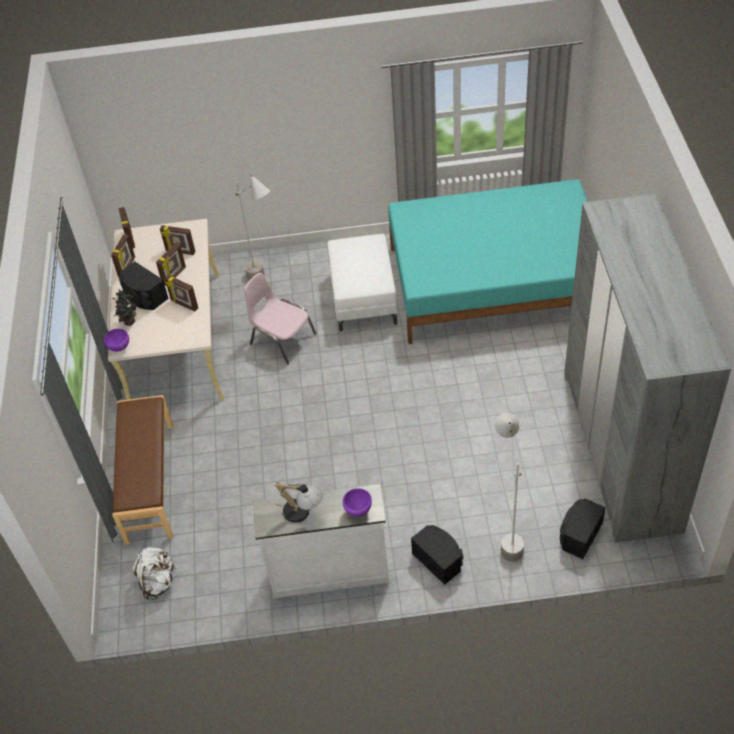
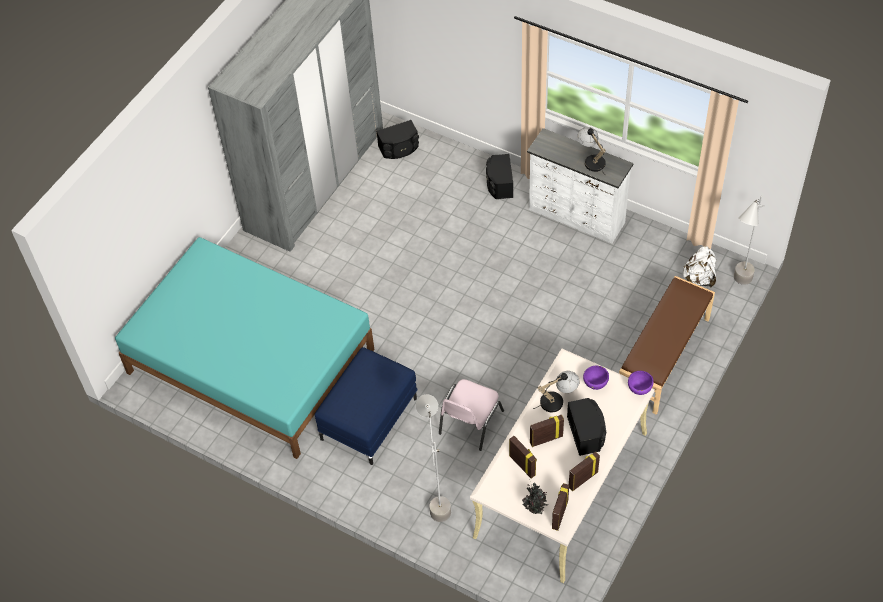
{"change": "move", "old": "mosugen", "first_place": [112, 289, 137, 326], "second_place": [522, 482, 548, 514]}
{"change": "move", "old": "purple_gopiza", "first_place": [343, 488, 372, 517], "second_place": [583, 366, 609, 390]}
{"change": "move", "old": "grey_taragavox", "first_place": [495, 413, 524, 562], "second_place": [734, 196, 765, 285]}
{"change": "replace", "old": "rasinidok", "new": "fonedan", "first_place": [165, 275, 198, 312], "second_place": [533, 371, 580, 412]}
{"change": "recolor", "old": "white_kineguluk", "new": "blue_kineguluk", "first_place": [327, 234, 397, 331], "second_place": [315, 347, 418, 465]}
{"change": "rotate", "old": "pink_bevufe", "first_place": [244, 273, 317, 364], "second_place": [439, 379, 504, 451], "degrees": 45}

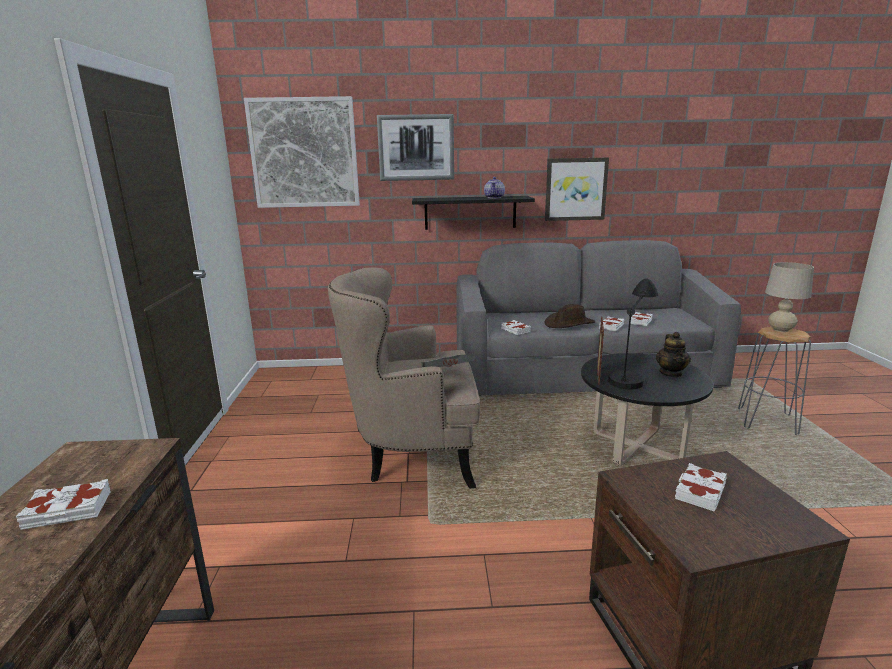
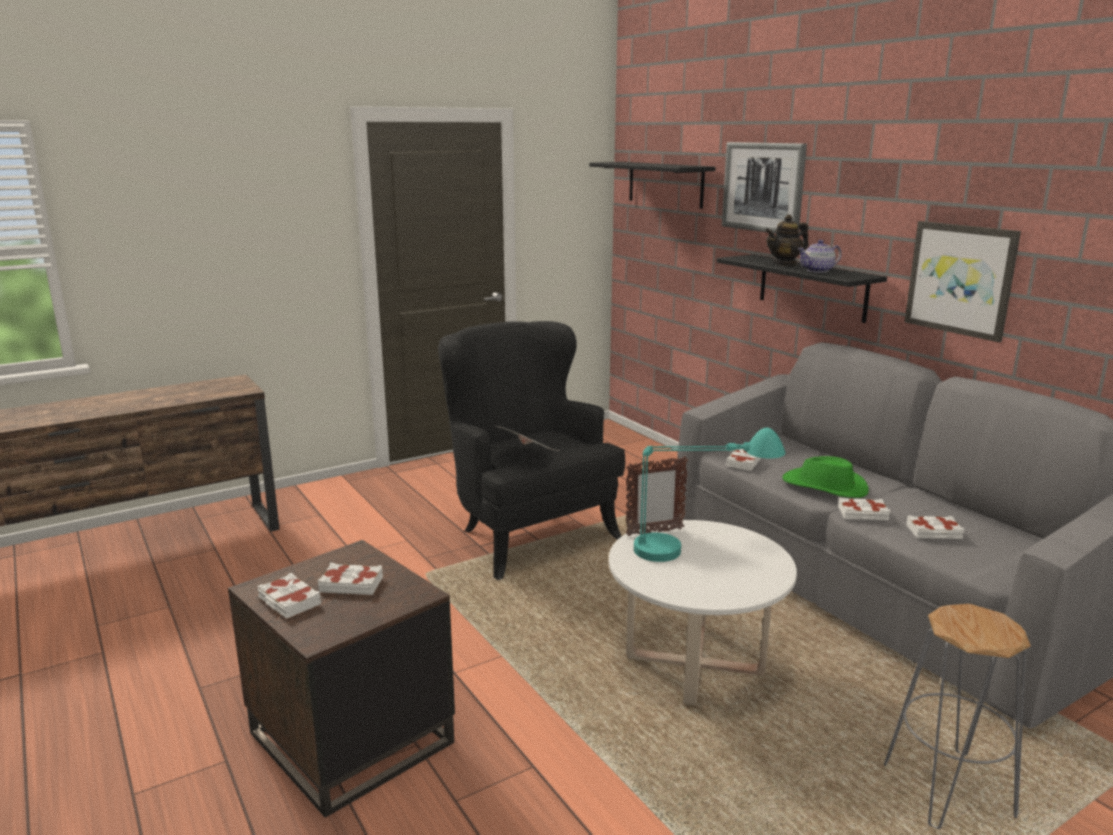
{"change": "delete", "old": "beige_fonedan", "first_place": [765, 262, 814, 332]}
{"change": "move", "old": "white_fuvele", "first_place": [16, 479, 111, 530], "second_place": [257, 573, 321, 619]}
{"change": "move", "old": "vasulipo", "first_place": [656, 332, 691, 378], "second_place": [765, 214, 809, 266]}
{"change": "replace", "old": "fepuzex", "new": "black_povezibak", "first_place": [244, 96, 360, 208], "second_place": [589, 162, 716, 209]}
{"change": "recolor", "old": "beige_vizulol", "new": "black_vizulol", "first_place": [328, 267, 480, 489], "second_place": [438, 321, 625, 580]}
{"change": "recolor", "old": "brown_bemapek", "new": "green_bemapek", "first_place": [544, 304, 595, 328], "second_place": [782, 456, 869, 498]}
{"change": "recolor", "old": "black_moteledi", "new": "white_moteledi", "first_place": [581, 353, 713, 466], "second_place": [609, 520, 797, 706]}
{"change": "recolor", "old": "black_fonedan", "new": "turquoise_fonedan", "first_place": [608, 278, 658, 389], "second_place": [634, 428, 786, 562]}

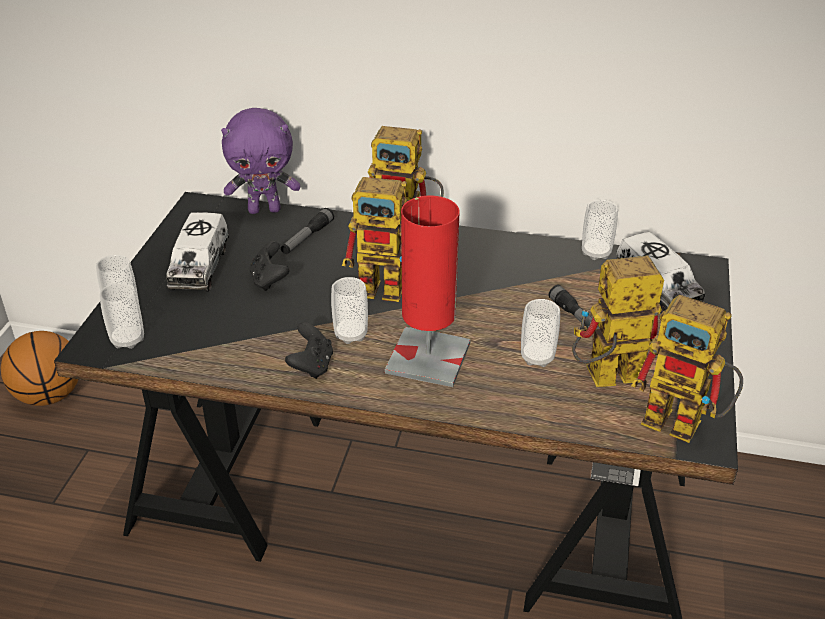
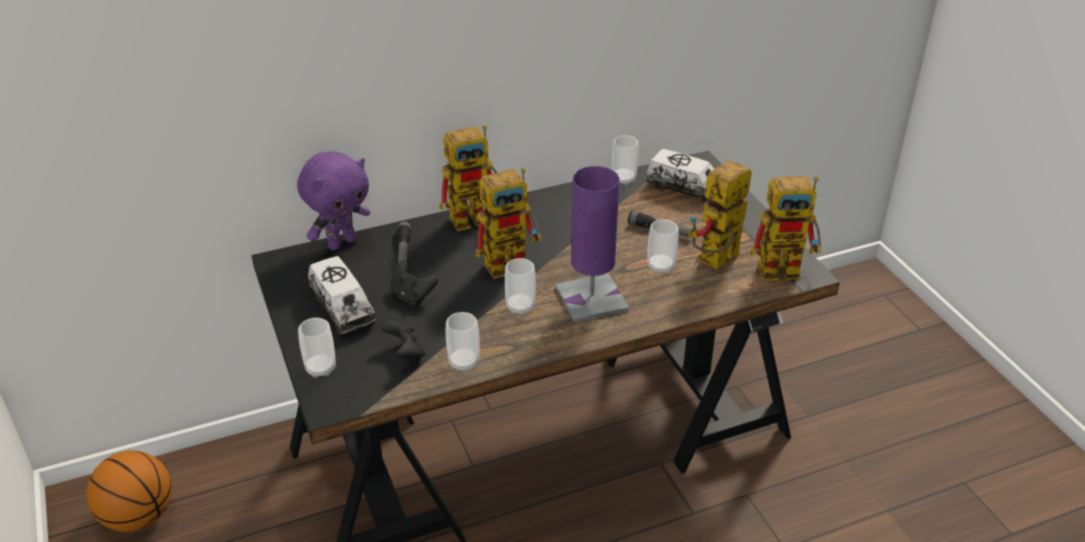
{"change": "move", "old": "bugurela", "first_place": [99, 282, 144, 349], "second_place": [446, 312, 479, 372]}
{"change": "move", "old": "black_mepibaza", "first_place": [285, 322, 333, 379], "second_place": [381, 321, 426, 361]}
{"change": "recolor", "old": "red_fonedan", "new": "purple_fonedan", "first_place": [385, 196, 471, 387], "second_place": [555, 166, 629, 323]}

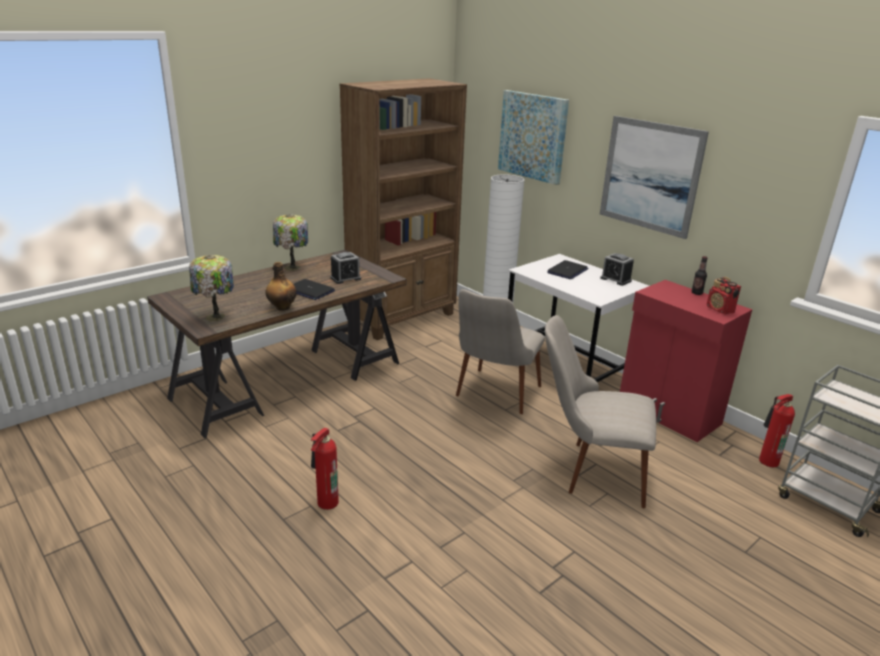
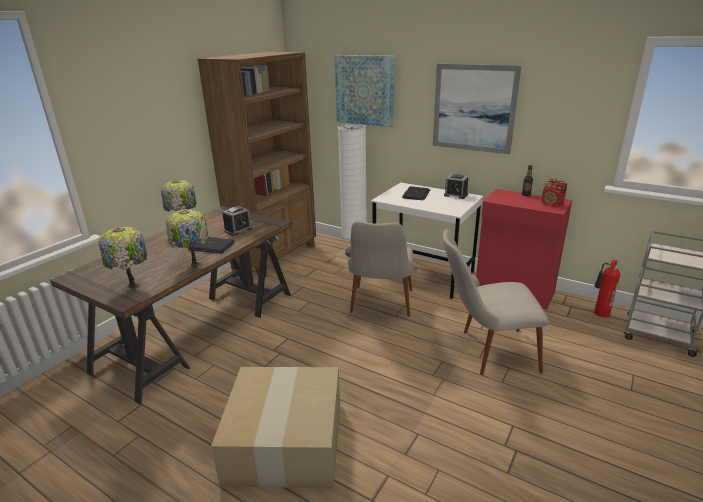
{"change": "replace", "old": "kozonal", "new": "fonedan", "first_place": [266, 262, 297, 311], "second_place": [166, 210, 209, 269]}
{"change": "replace", "old": "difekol", "new": "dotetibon", "first_place": [311, 428, 339, 510], "second_place": [211, 367, 340, 488]}

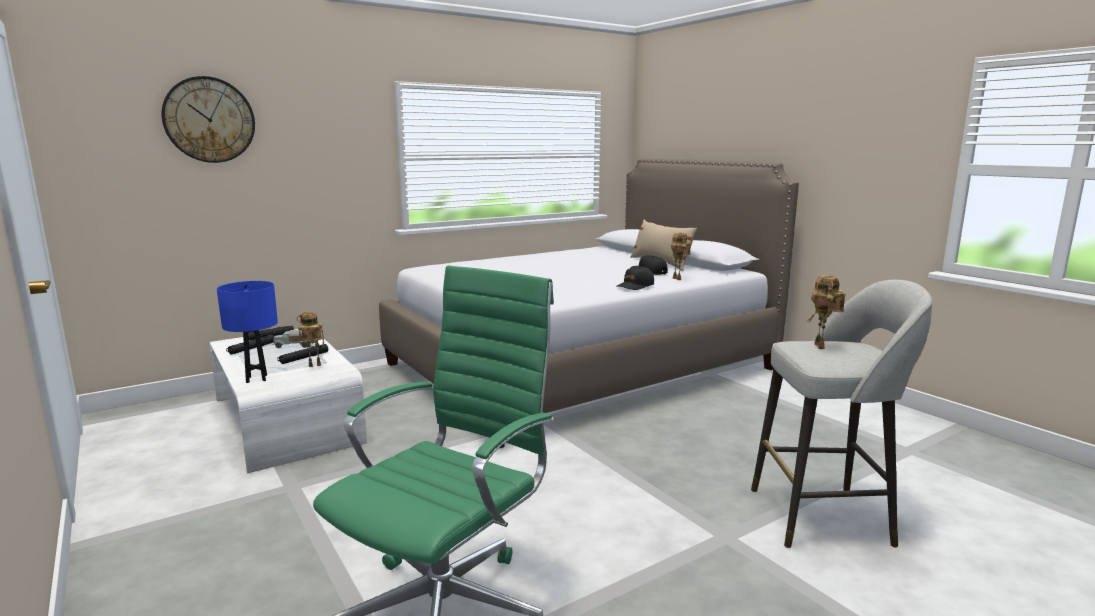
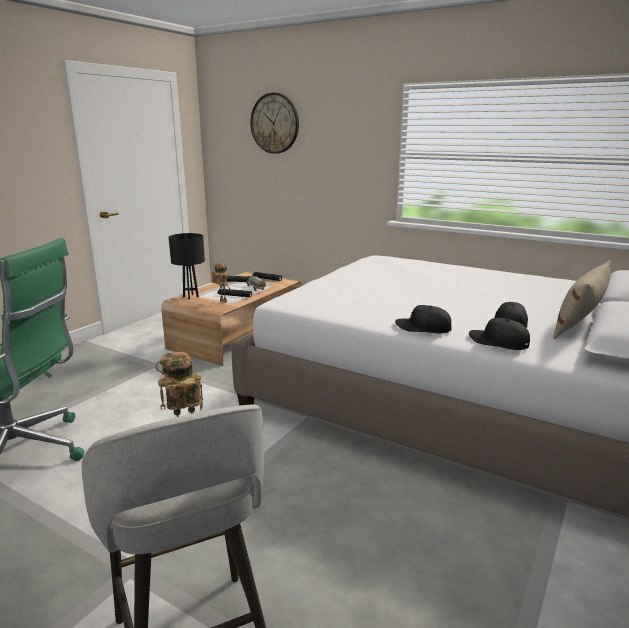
{"change": "replace", "old": "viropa", "new": "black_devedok", "first_place": [667, 233, 691, 280], "second_place": [469, 317, 530, 350]}
{"change": "recolor", "old": "white_moteledi", "new": "brown_moteledi", "first_place": [209, 329, 367, 473], "second_place": [161, 272, 303, 366]}
{"change": "recolor", "old": "blue_fonedan", "new": "black_fonedan", "first_place": [217, 281, 278, 383], "second_place": [169, 233, 205, 299]}

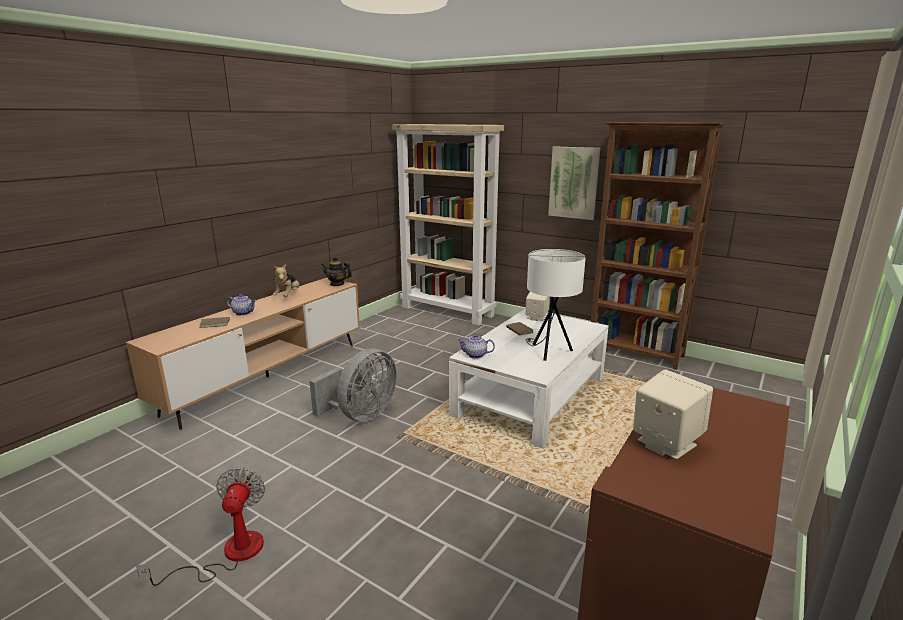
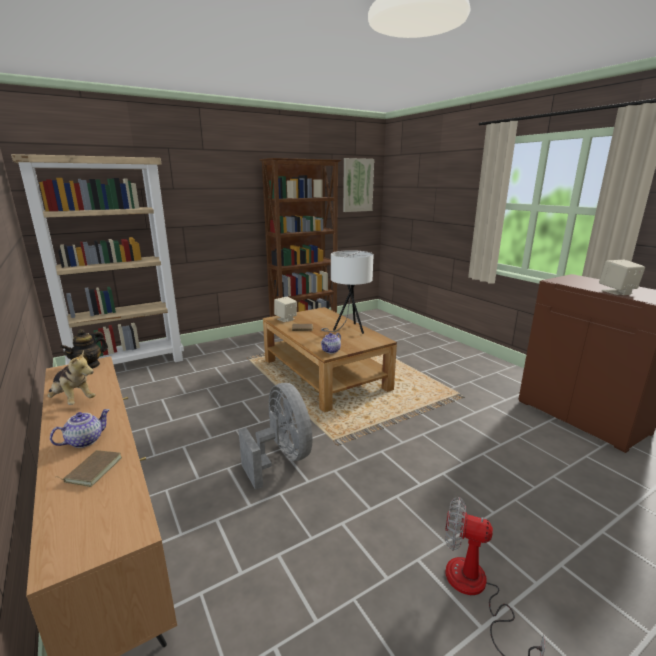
{"change": "move", "old": "fepuzex", "first_place": [548, 146, 600, 220], "second_place": [343, 158, 374, 212]}
{"change": "recolor", "old": "white_moteledi", "new": "brown_moteledi", "first_place": [449, 309, 609, 449], "second_place": [263, 307, 397, 413]}

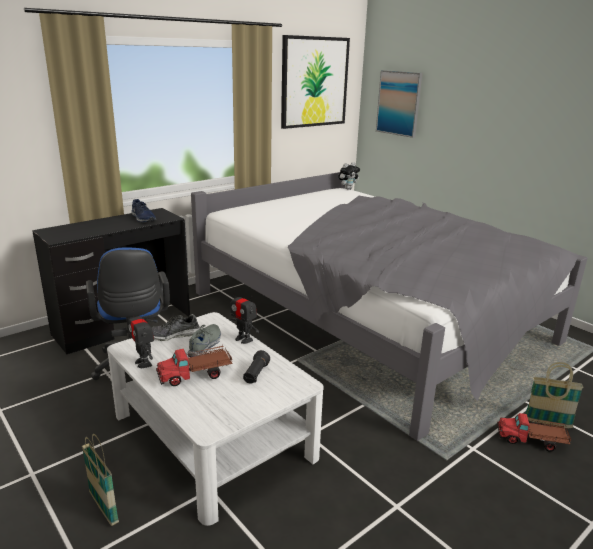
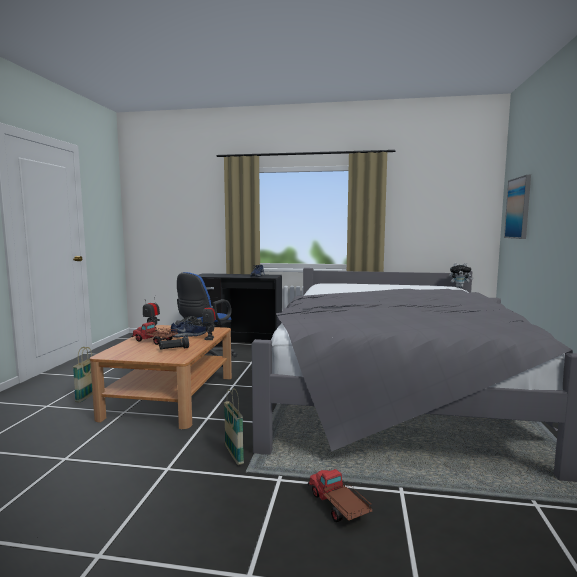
{"change": "delete", "old": "fepuzex", "first_place": [281, 35, 350, 129]}
{"change": "move", "old": "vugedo", "first_place": [525, 362, 584, 428], "second_place": [224, 388, 244, 465]}
{"change": "recolor", "old": "white_moteledi", "new": "brown_moteledi", "first_place": [107, 312, 324, 526], "second_place": [90, 325, 232, 429]}
{"change": "recolor", "old": "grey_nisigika", "new": "blue_nisigika", "first_place": [188, 324, 221, 357], "second_place": [170, 321, 207, 337]}

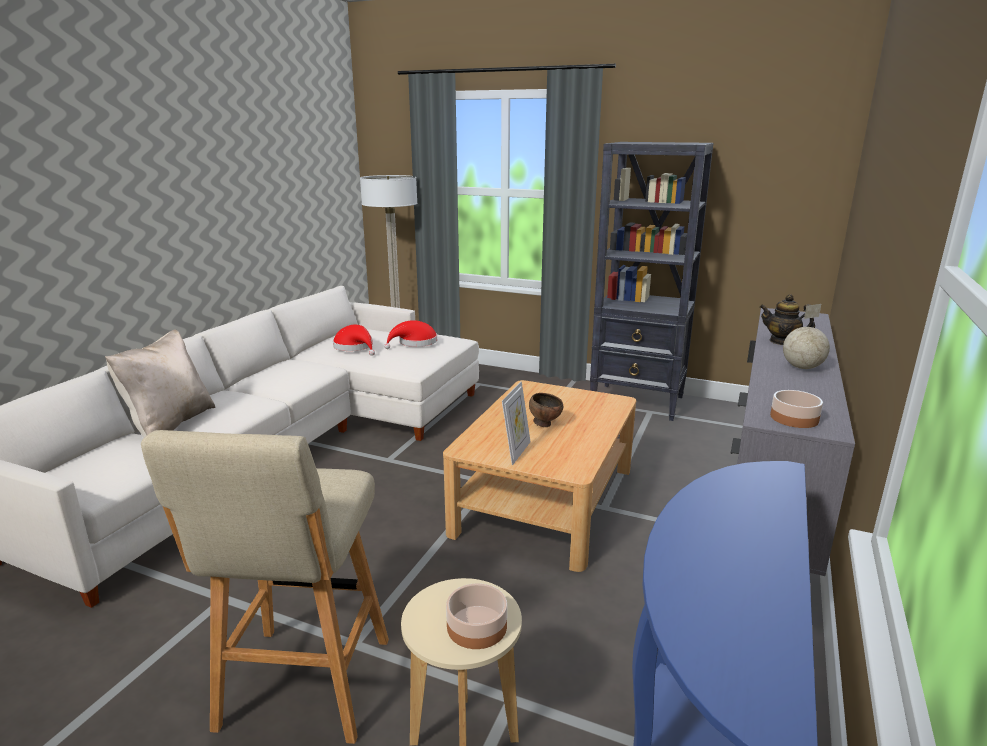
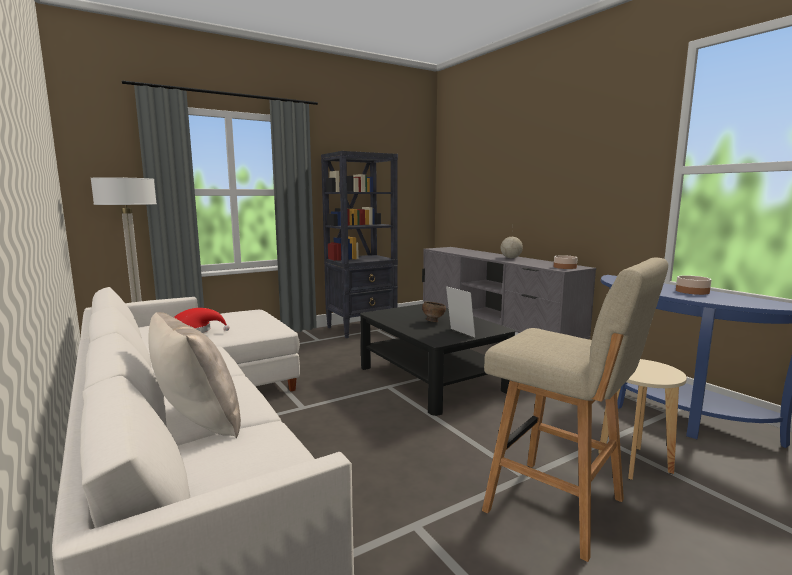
{"change": "delete", "old": "red_bemapek", "first_place": [384, 320, 437, 349]}
{"change": "delete", "old": "vasulipo", "first_place": [760, 294, 815, 345]}
{"change": "move", "old": "gopiza", "first_place": [446, 583, 507, 649], "second_place": [676, 275, 712, 295]}
{"change": "recolor", "old": "beige_moteledi", "new": "black_moteledi", "first_place": [443, 380, 636, 572], "second_place": [360, 304, 515, 416]}

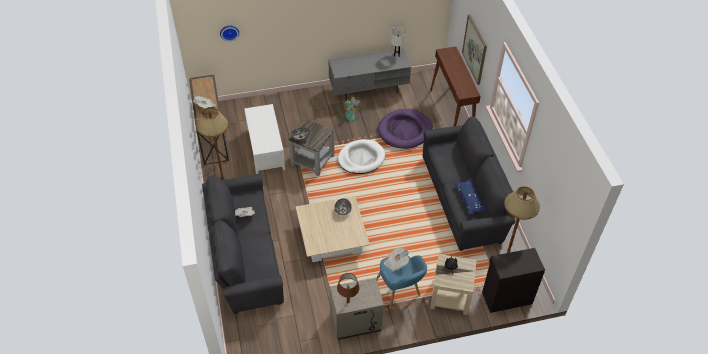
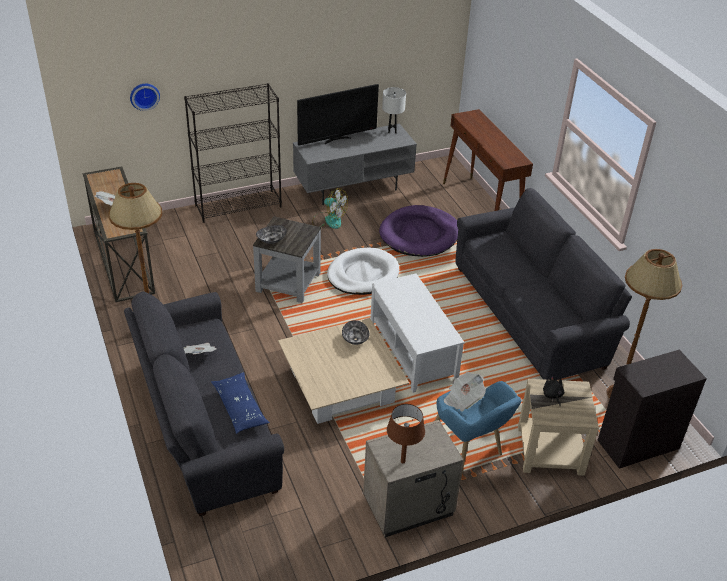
{"change": "delete", "old": "fepuzex", "first_place": [462, 15, 487, 85]}
{"change": "insert", "new": "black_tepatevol", "second_place": [184, 83, 282, 223]}
{"change": "insert", "new": "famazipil", "second_place": [297, 84, 379, 146]}
{"change": "move", "old": "white_moteledi", "first_place": [244, 104, 285, 174], "second_place": [370, 273, 464, 393]}
{"change": "move", "old": "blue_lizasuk", "first_place": [454, 179, 487, 215], "second_place": [211, 372, 270, 434]}

